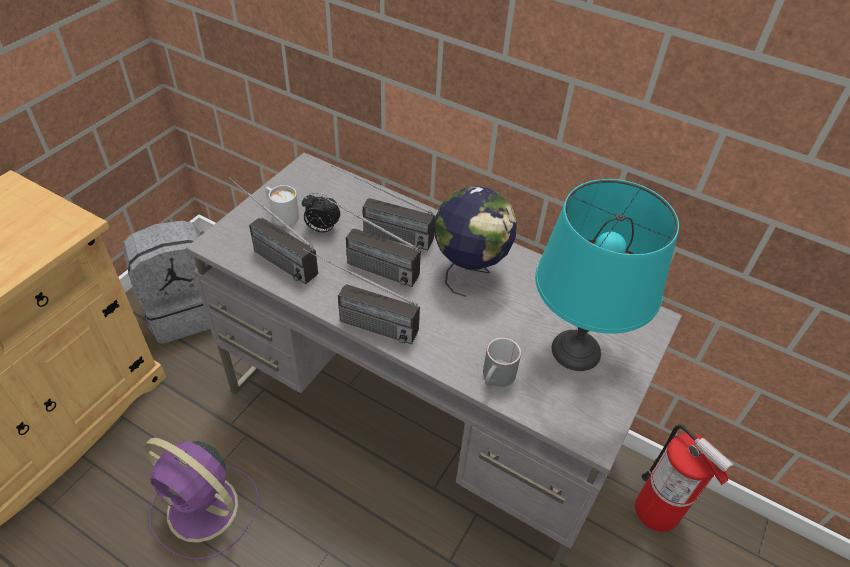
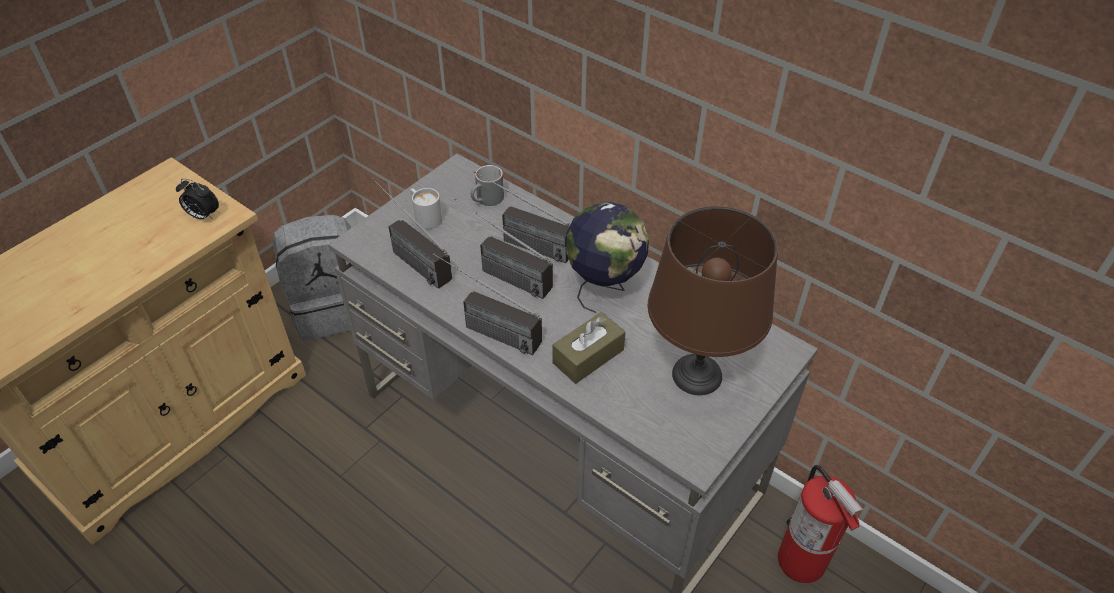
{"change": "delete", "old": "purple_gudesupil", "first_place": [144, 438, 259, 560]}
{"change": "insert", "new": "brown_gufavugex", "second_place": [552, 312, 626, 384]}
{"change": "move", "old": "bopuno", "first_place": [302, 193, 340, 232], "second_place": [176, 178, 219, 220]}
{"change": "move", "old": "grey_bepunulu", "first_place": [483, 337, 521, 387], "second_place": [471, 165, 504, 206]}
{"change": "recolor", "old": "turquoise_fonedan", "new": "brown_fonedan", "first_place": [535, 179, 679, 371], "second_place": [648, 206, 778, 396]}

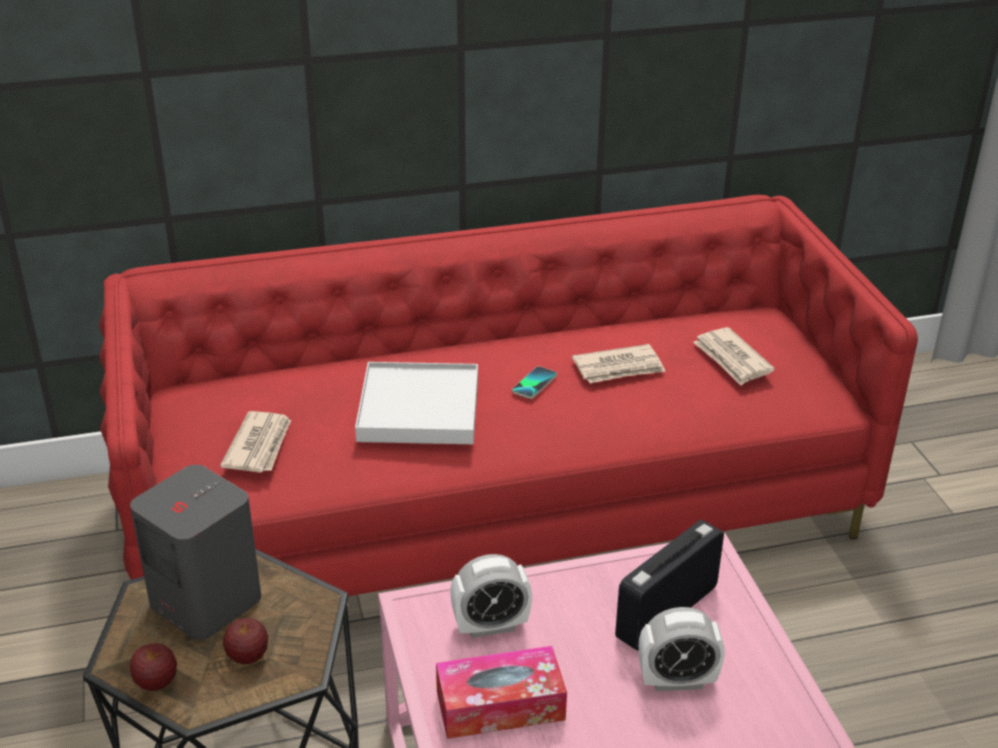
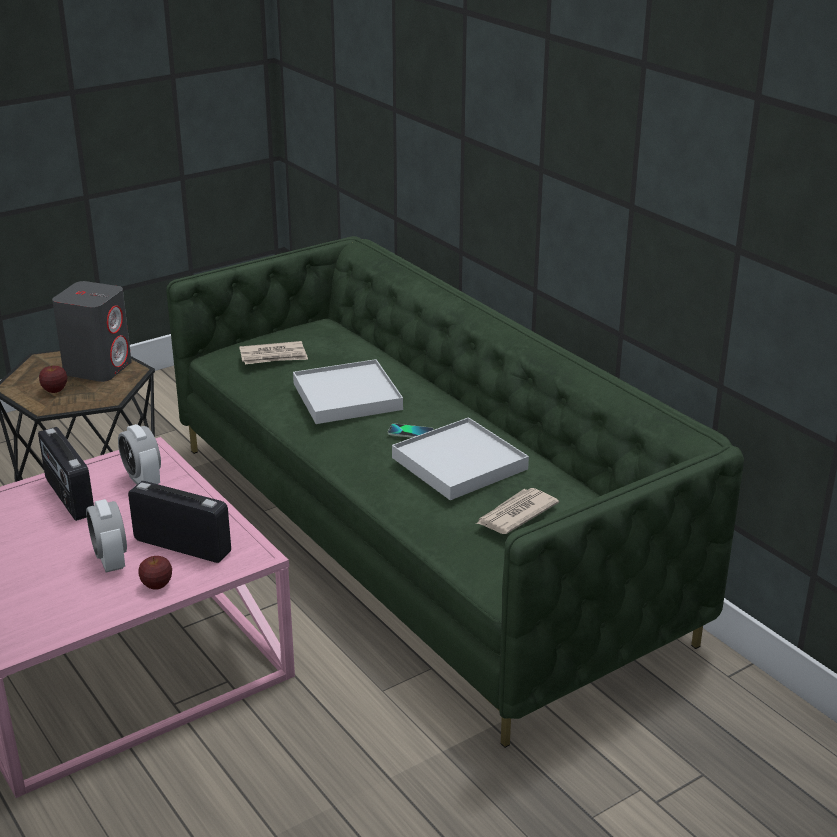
{"change": "move", "old": "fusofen", "first_place": [130, 643, 177, 691], "second_place": [138, 556, 172, 590]}
{"change": "replace", "old": "gufavugex", "new": "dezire", "first_place": [436, 646, 567, 739], "second_place": [38, 427, 94, 521]}
{"change": "replace", "old": "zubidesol", "new": "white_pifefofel", "first_place": [572, 344, 666, 383], "second_place": [392, 417, 529, 500]}
{"change": "recolor", "old": "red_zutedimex", "new": "green_zutedimex", "first_place": [99, 195, 918, 596], "second_place": [166, 236, 744, 748]}

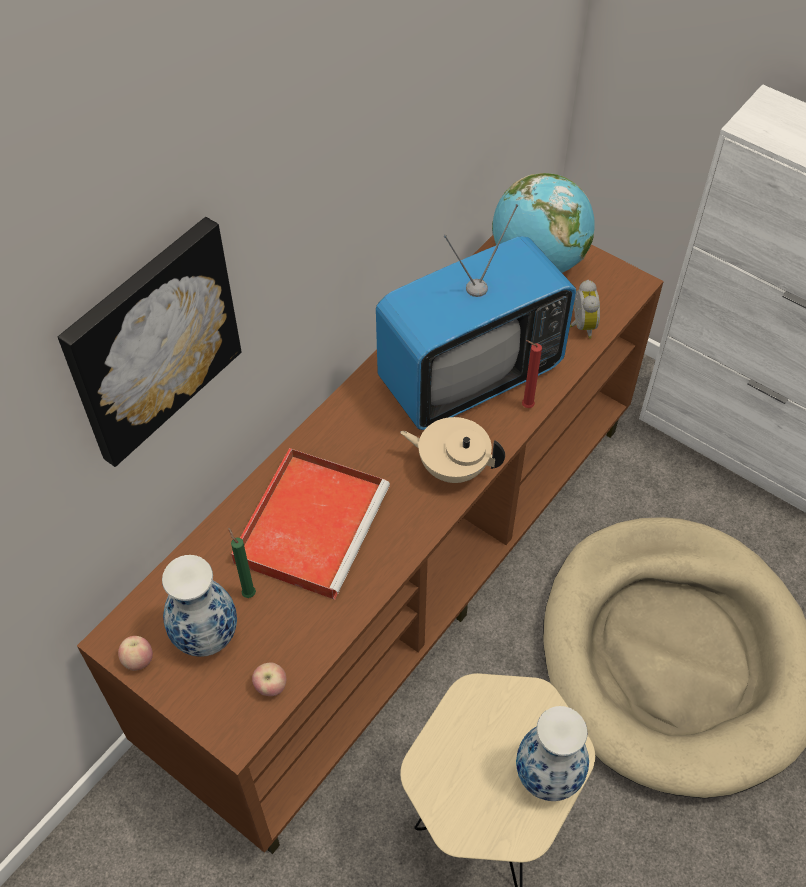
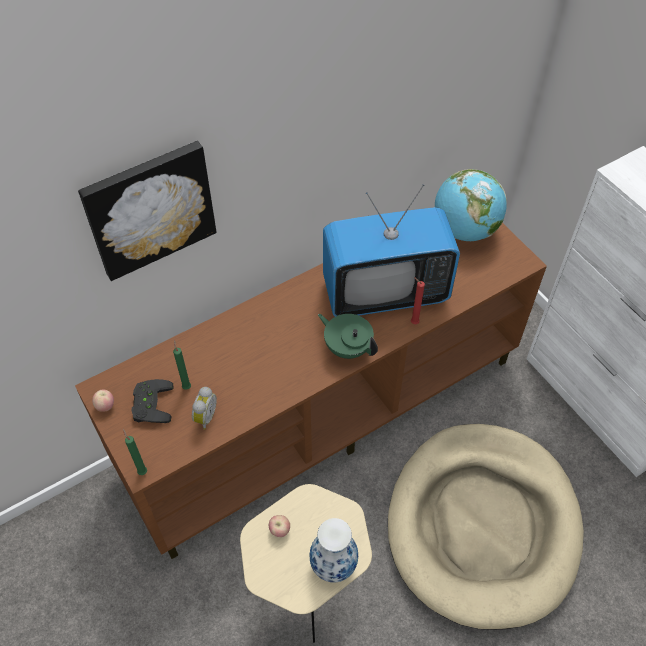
{"change": "delete", "old": "red_pifefofel", "first_place": [231, 448, 390, 600]}
{"change": "insert", "new": "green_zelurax", "second_place": [123, 429, 147, 475]}
{"change": "move", "old": "fusofen", "first_place": [252, 663, 286, 696], "second_place": [269, 515, 290, 537]}
{"change": "move", "old": "bopuno", "first_place": [570, 280, 600, 339], "second_place": [192, 387, 217, 430]}
{"change": "replace", "old": "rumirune", "new": "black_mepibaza", "first_place": [162, 555, 237, 657], "second_place": [132, 379, 174, 423]}
{"change": "recolor", "old": "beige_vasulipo", "new": "green_vasulipo", "first_place": [400, 417, 505, 483], "second_place": [318, 314, 378, 359]}

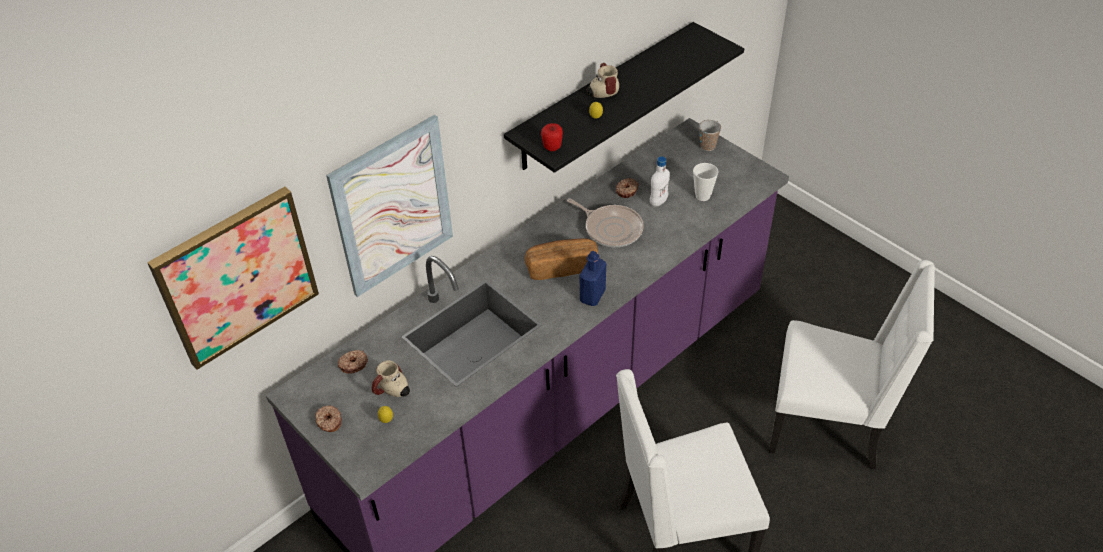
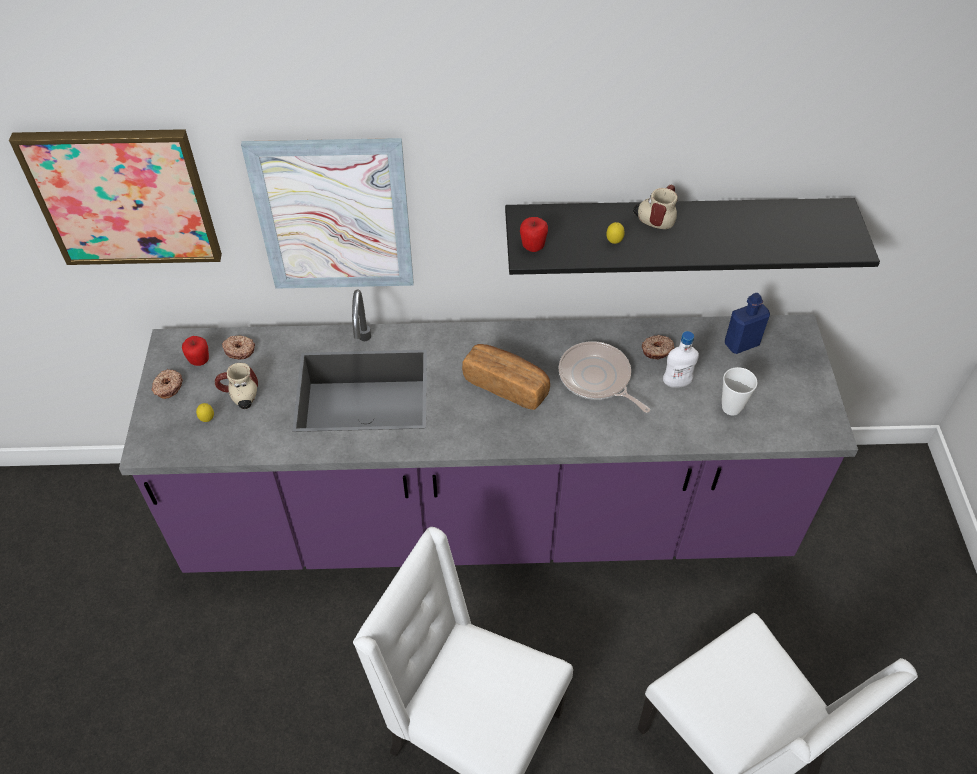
{"change": "delete", "old": "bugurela", "first_place": [699, 120, 721, 151]}
{"change": "insert", "new": "fusofen", "second_place": [182, 336, 209, 366]}
{"change": "move", "old": "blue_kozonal", "first_place": [580, 251, 606, 306], "second_place": [725, 293, 770, 354]}
{"change": "rotate", "old": "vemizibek", "first_place": [567, 199, 644, 247], "second_place": [559, 341, 650, 413], "degrees": 150}

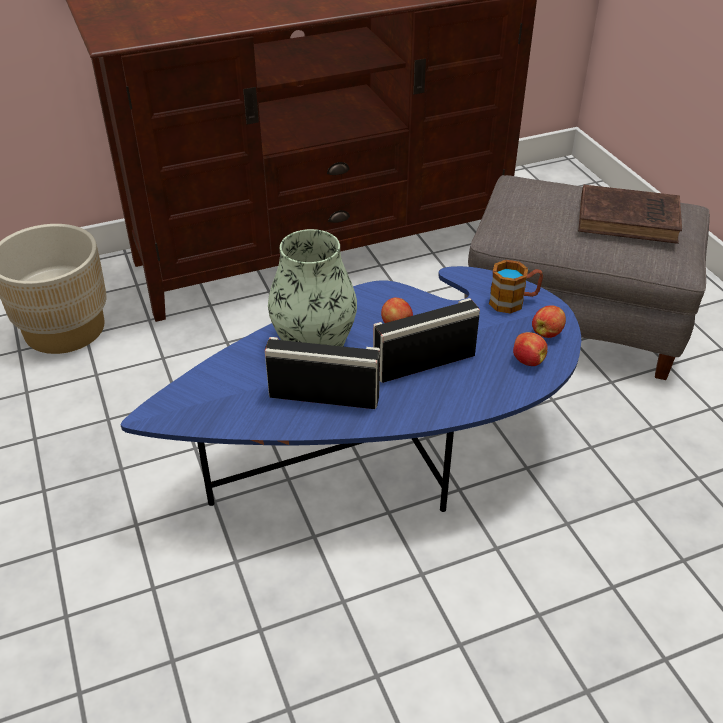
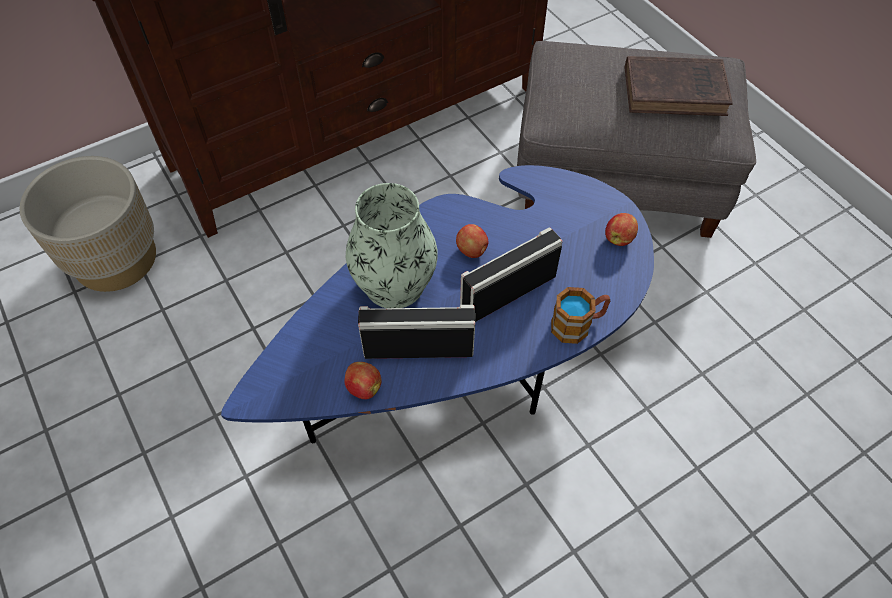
{"change": "move", "old": "bepunulu", "first_place": [489, 260, 543, 314], "second_place": [551, 287, 611, 344]}
{"change": "move", "old": "fusofen", "first_place": [513, 332, 548, 366], "second_place": [345, 362, 382, 399]}

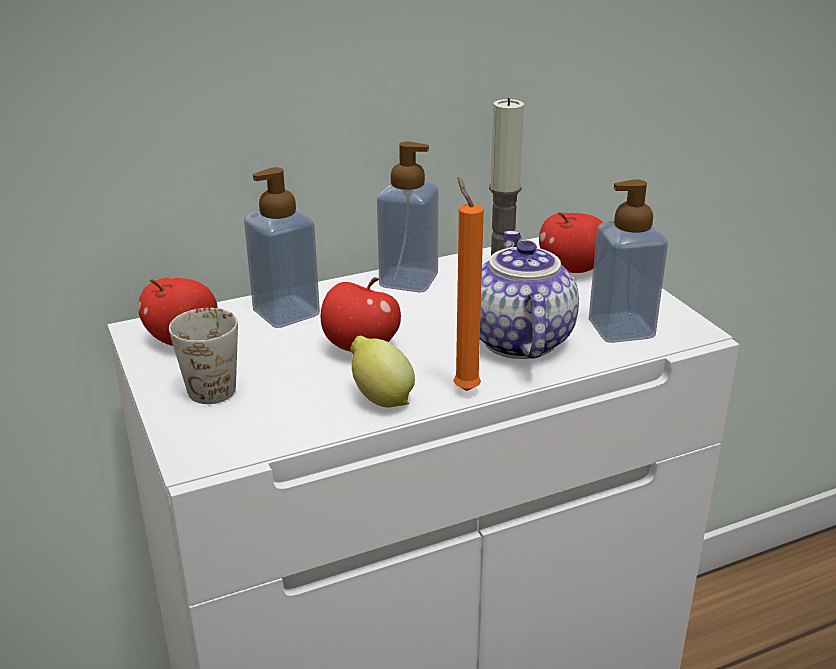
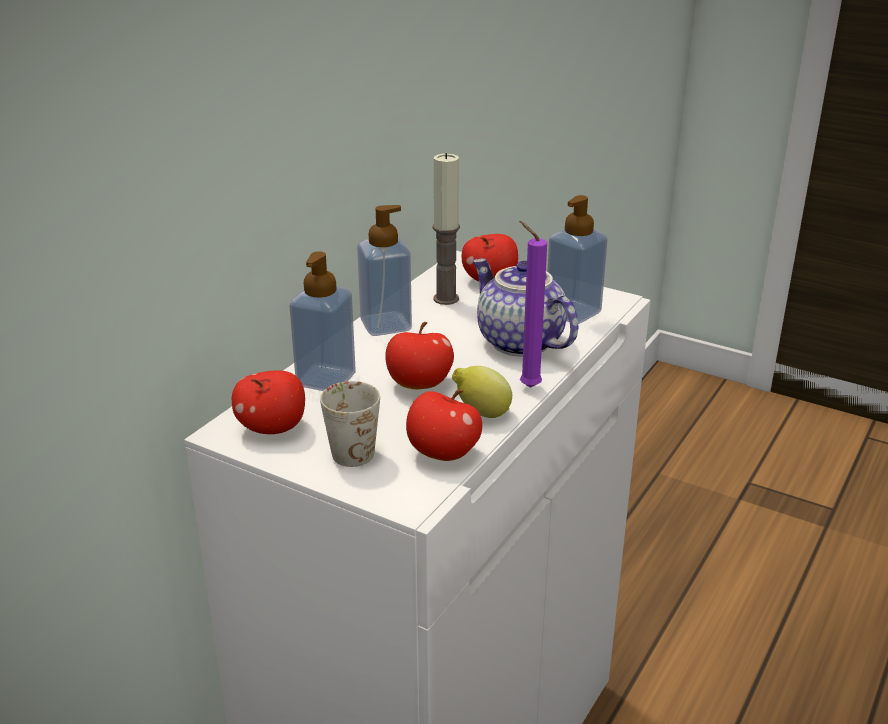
{"change": "insert", "new": "fusofen", "second_place": [406, 389, 482, 461]}
{"change": "recolor", "old": "orange_zelurax", "new": "purple_zelurax", "first_place": [453, 177, 484, 391], "second_place": [519, 221, 547, 388]}

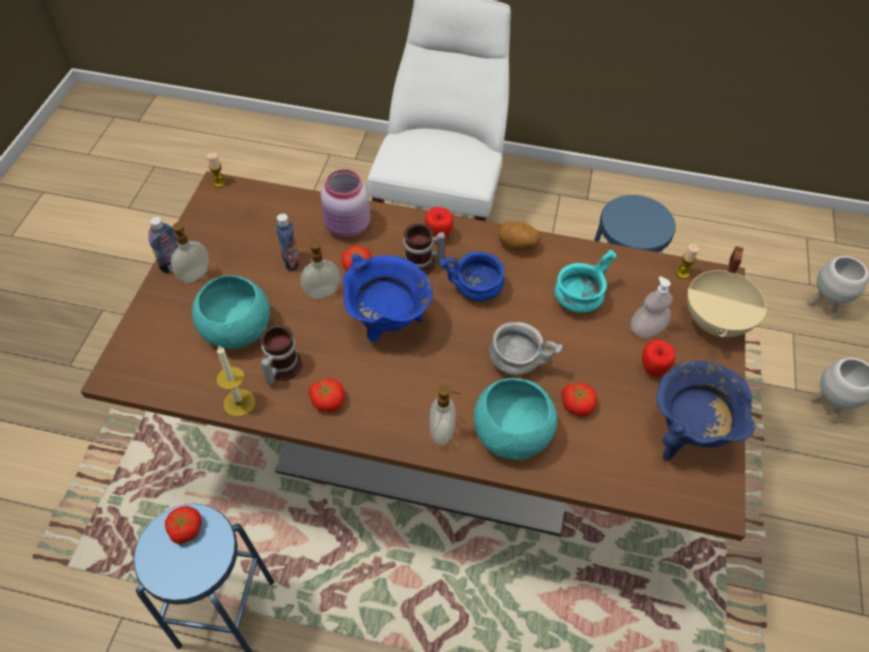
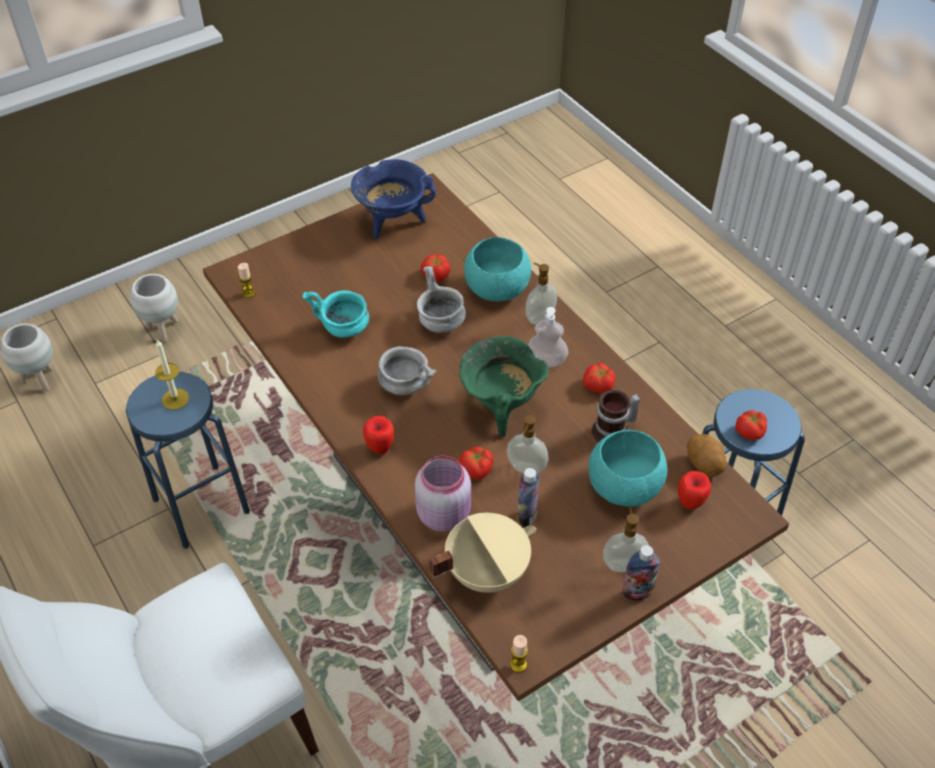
{"change": "delete", "old": "bepunulu", "first_place": [403, 223, 446, 275]}
{"change": "move", "old": "zelurax", "first_place": [216, 346, 255, 417], "second_place": [155, 340, 189, 410]}
{"change": "move", "old": "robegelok", "first_place": [498, 221, 541, 250], "second_place": [687, 434, 727, 477]}
{"change": "move", "old": "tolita", "first_place": [631, 276, 673, 337], "second_place": [528, 307, 568, 367]}
{"change": "move", "old": "fusofen", "first_place": [642, 340, 675, 377], "second_place": [678, 471, 711, 510]}
{"change": "move", "old": "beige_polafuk", "first_place": [687, 246, 767, 337], "second_place": [429, 513, 536, 593]}
{"change": "recolor", "old": "blue_polafuk", "new": "green_polafuk", "first_place": [343, 254, 433, 342], "second_place": [459, 336, 549, 437]}
{"change": "recolor", "old": "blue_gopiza", "new": "grey_gopiza", "first_place": [439, 251, 504, 301], "second_place": [378, 346, 436, 395]}

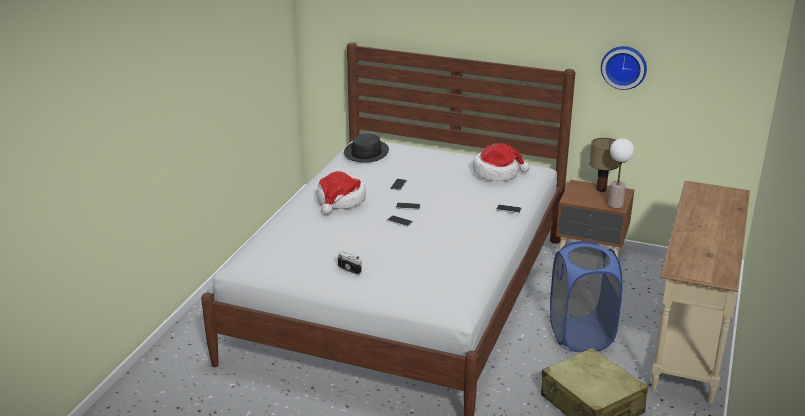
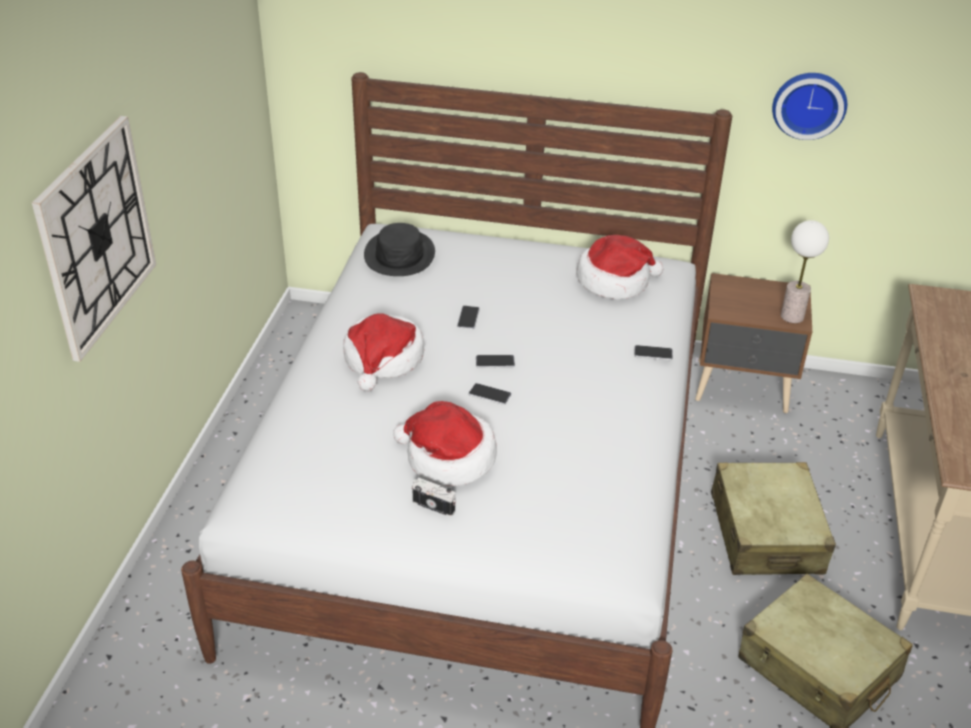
{"change": "delete", "old": "fonedan", "first_place": [589, 138, 619, 192]}
{"change": "insert", "new": "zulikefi", "second_place": [32, 116, 156, 362]}
{"change": "insert", "new": "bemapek", "second_place": [393, 401, 497, 486]}
{"change": "replace", "old": "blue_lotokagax", "new": "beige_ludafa", "first_place": [550, 241, 622, 352], "second_place": [711, 462, 836, 575]}

